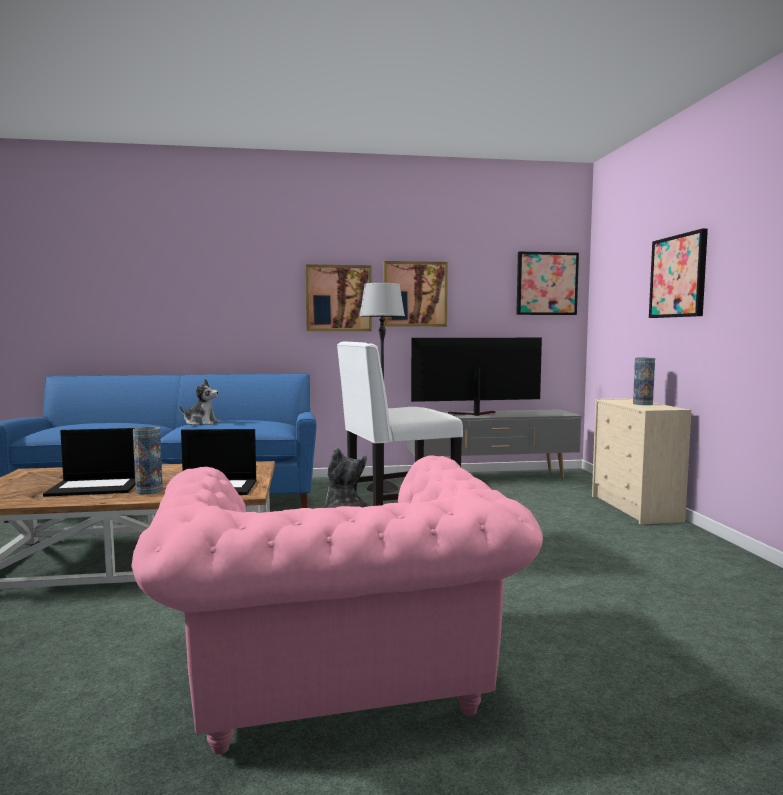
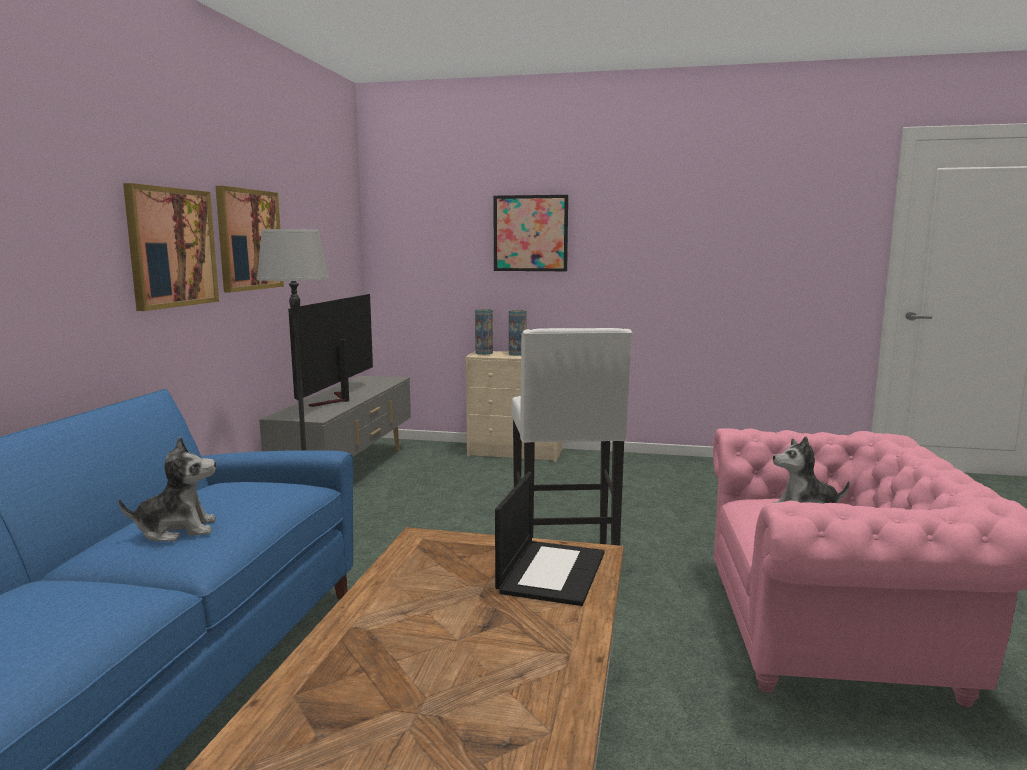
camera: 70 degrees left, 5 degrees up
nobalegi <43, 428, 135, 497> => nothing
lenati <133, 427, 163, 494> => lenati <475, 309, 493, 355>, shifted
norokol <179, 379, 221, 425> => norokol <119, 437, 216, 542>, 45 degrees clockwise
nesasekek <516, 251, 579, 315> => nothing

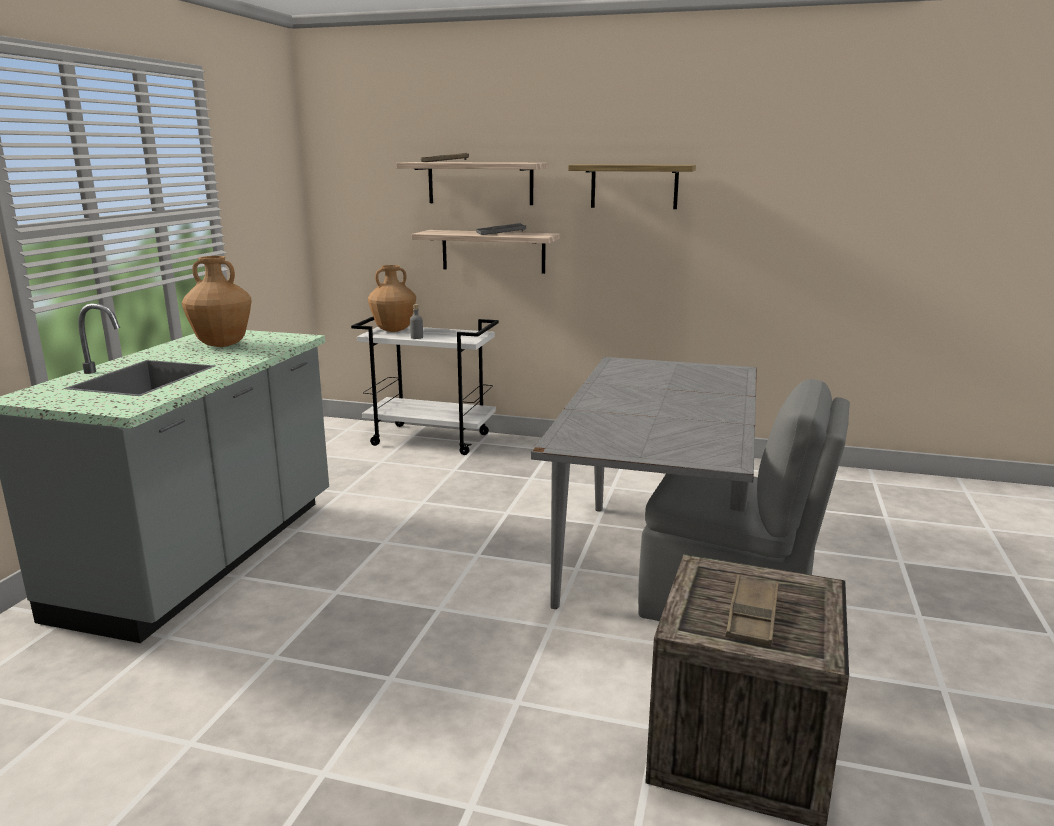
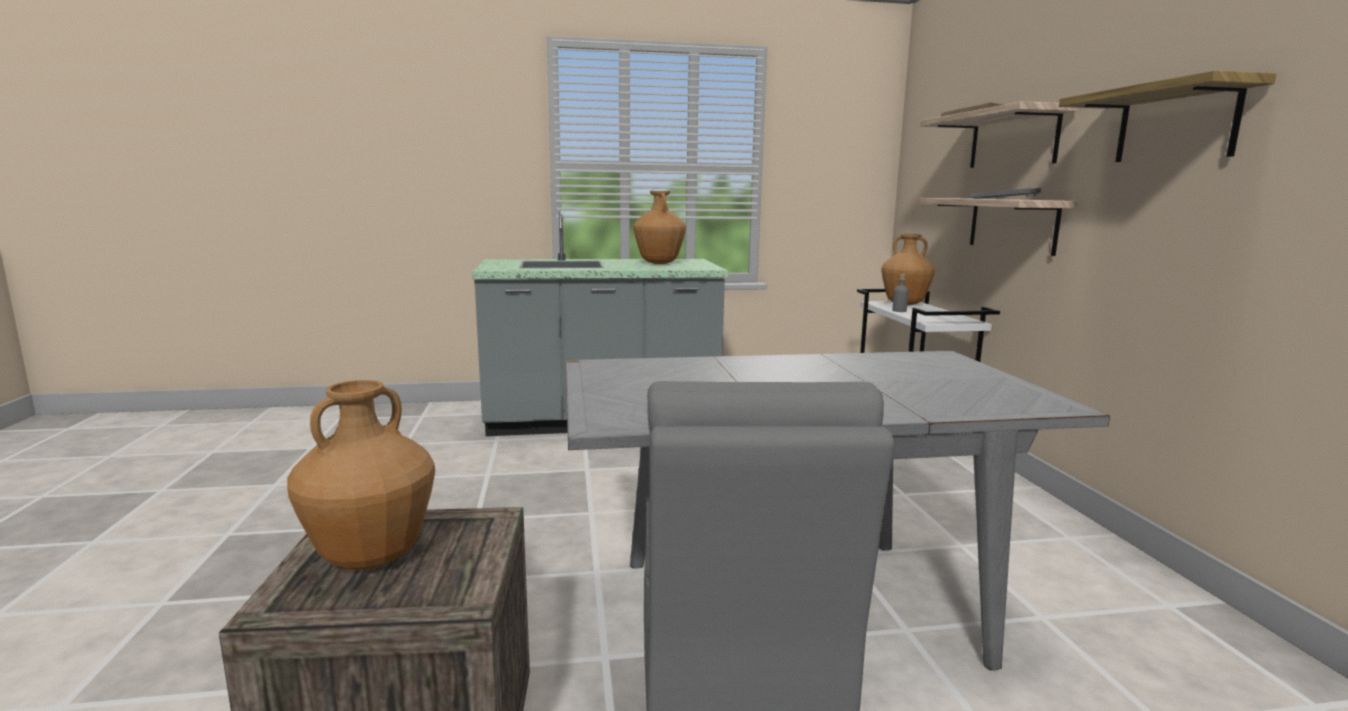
camera: 65 degrees right, 5 degrees down
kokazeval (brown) <725, 575, 779, 646> => lenati (brown) <287, 380, 435, 570>

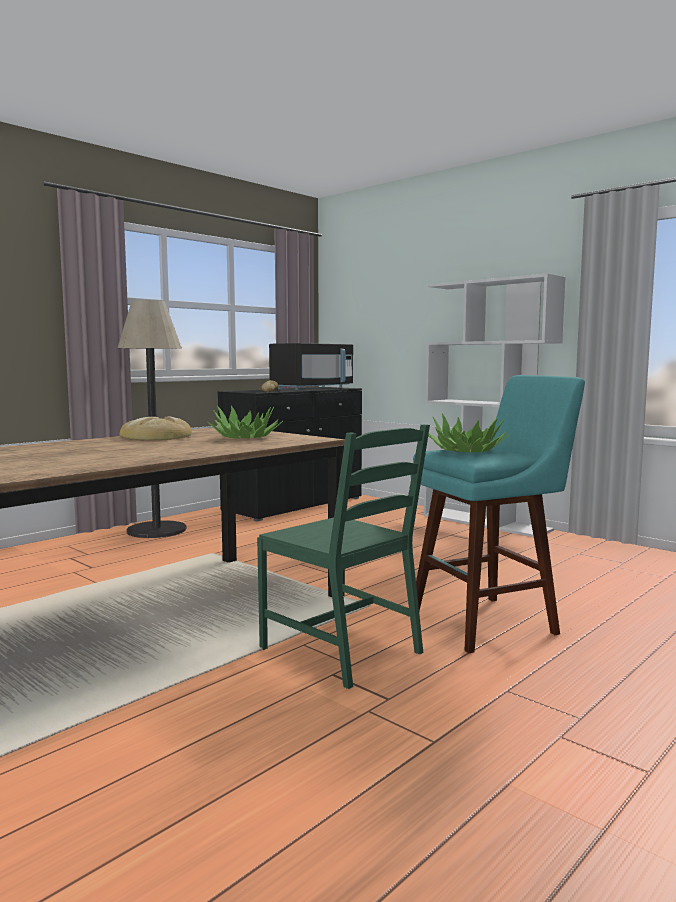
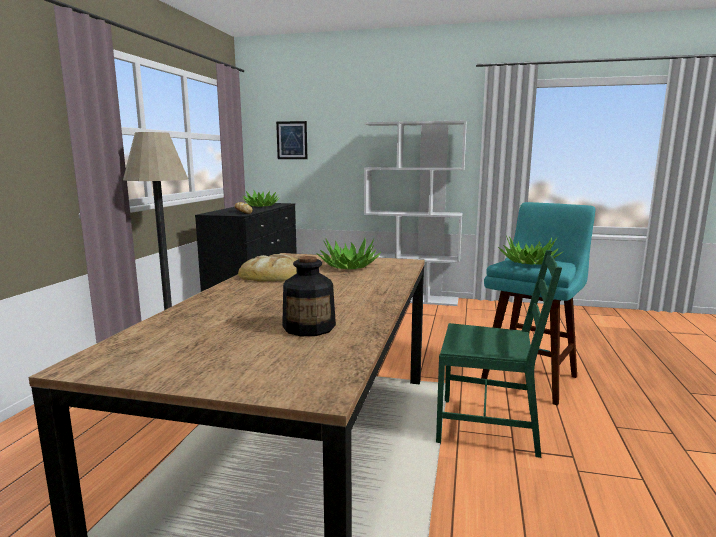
camera: 30 degrees left, 5 degrees up
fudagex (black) <269, 343, 353, 390> => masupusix <242, 190, 280, 207>
nothing => nesasekek <276, 121, 307, 159>
nothing => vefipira <282, 256, 336, 336>

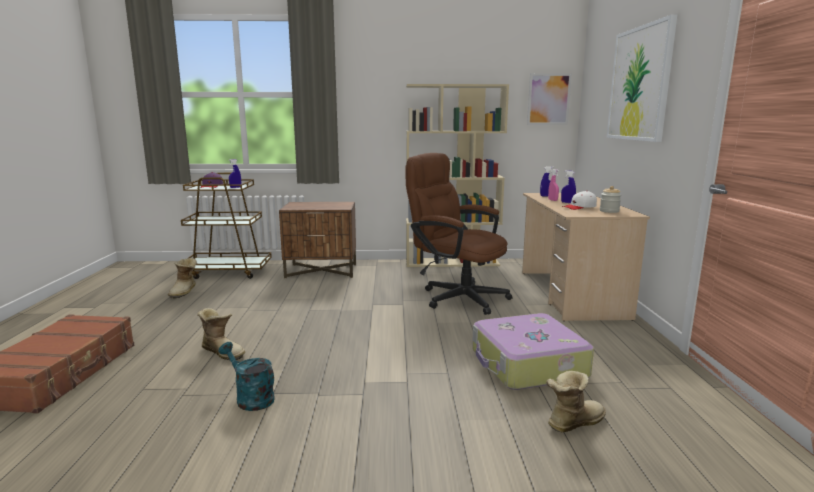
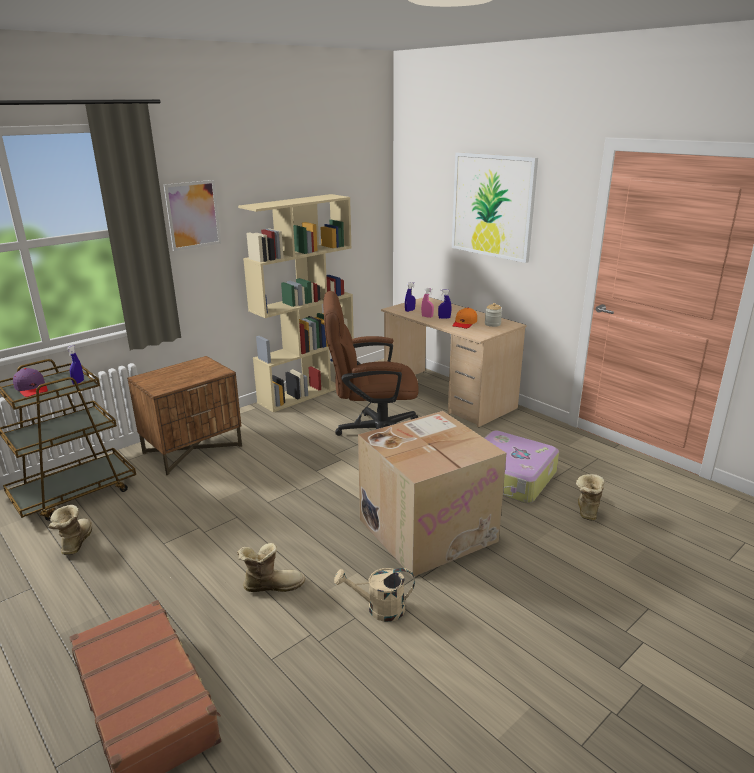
camera: 40 degrees left, 10 degrees up
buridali <168, 258, 197, 298> => buridali <49, 505, 92, 555>, 150 degrees counterclockwise
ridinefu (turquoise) <219, 342, 275, 411> => ridinefu (beige) <334, 568, 415, 622>
nesasekek <527, 73, 572, 125> => nesasekek <164, 180, 221, 251>, shifted
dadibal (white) <562, 191, 597, 210> => dadibal (orange) <453, 308, 477, 329>
nothing => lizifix <358, 411, 506, 577>

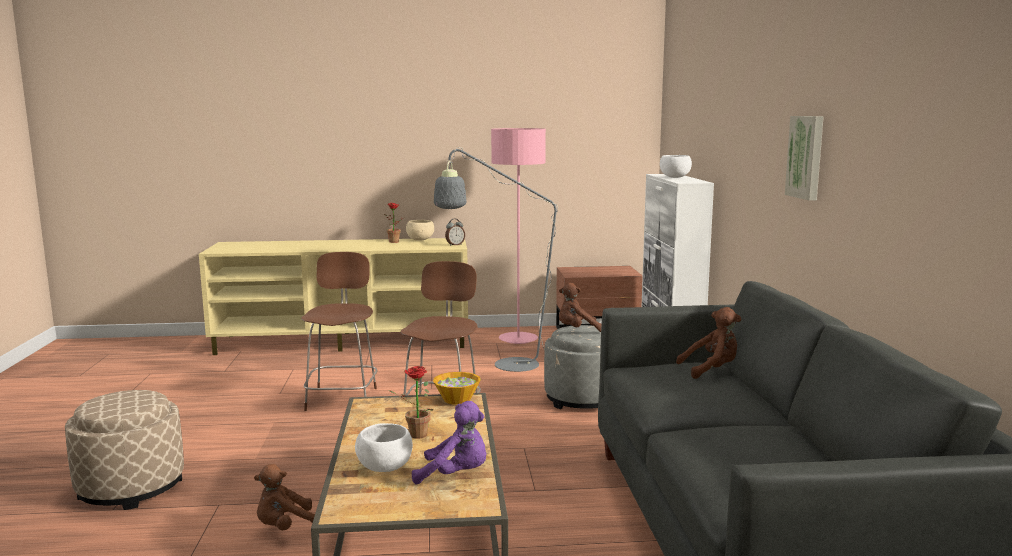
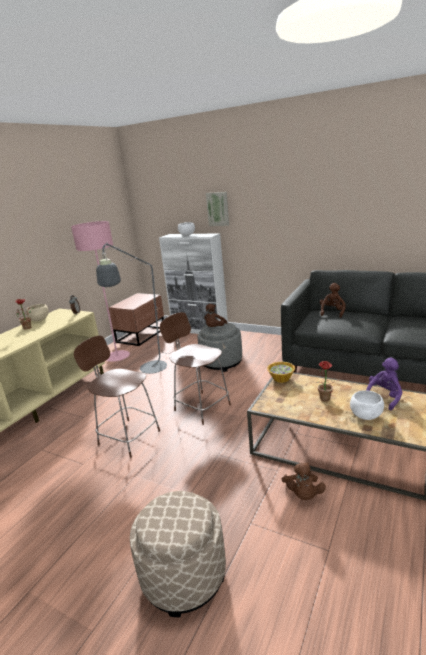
camera: 55 degrees left, 10 degrees up
nesasekek <785, 116, 824, 201> => nesasekek <206, 192, 229, 226>, shifted

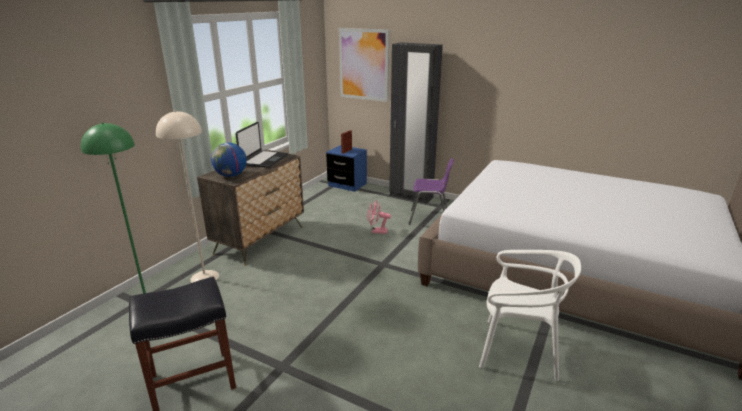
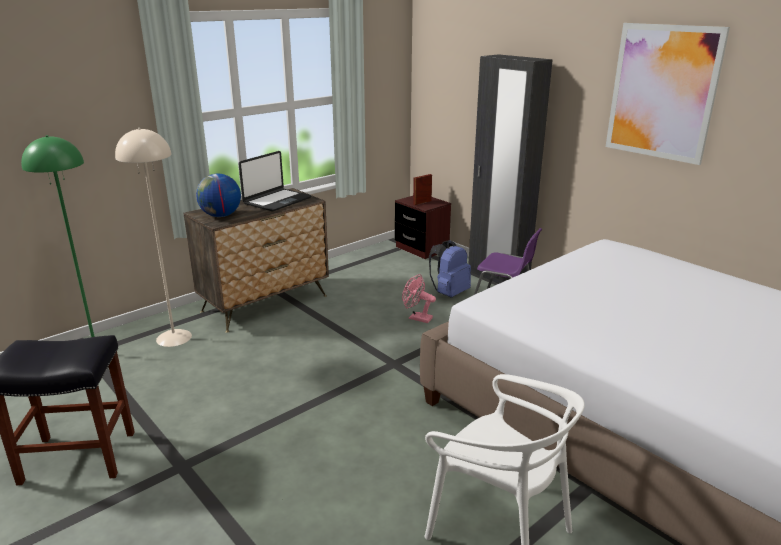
camera: 20 degrees right, 0 degrees up
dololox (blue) <326, 145, 367, 192> => dololox (brown) <395, 196, 451, 259>
nesasekek <339, 28, 389, 102> => nesasekek <606, 23, 730, 165>, shifted
nothing => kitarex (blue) <429, 240, 471, 298>

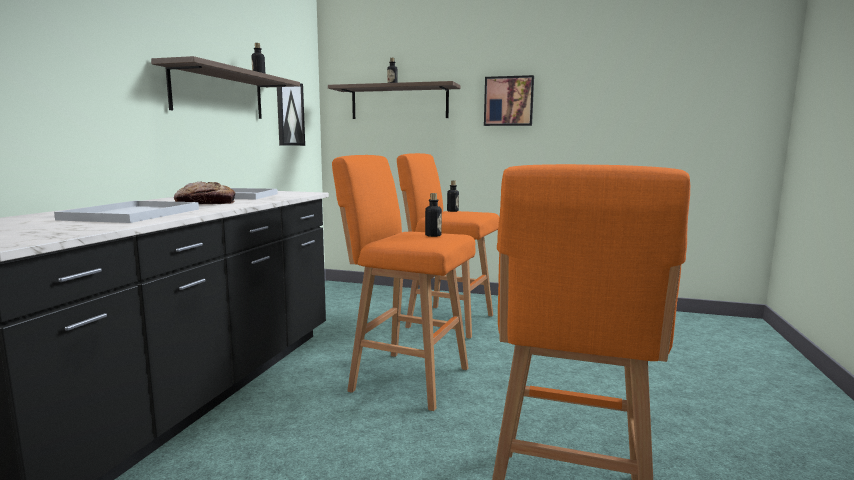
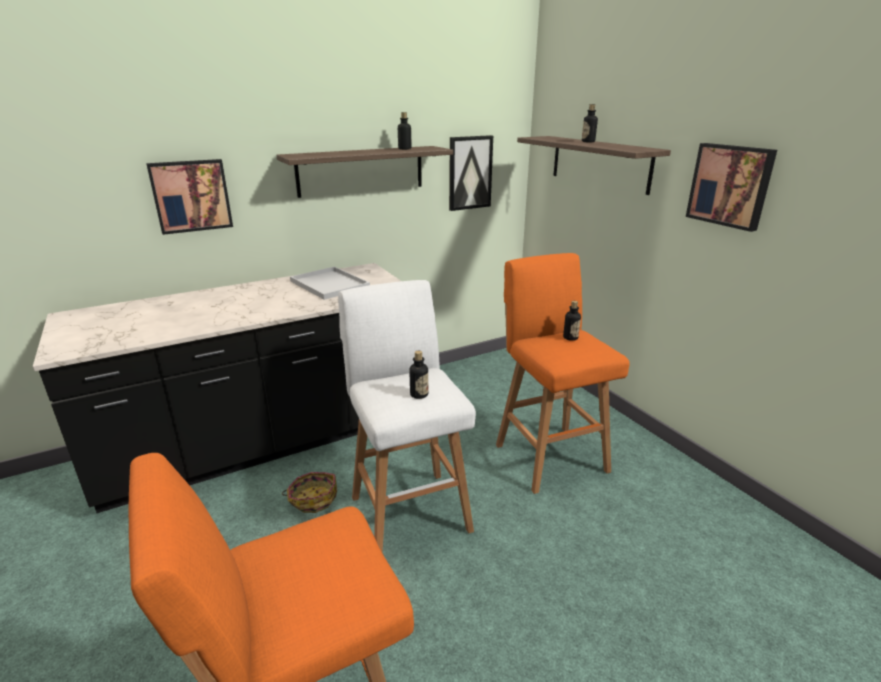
camera: 45 degrees right, 15 degrees up
kokazeval (white) <54, 201, 199, 223> => nothing
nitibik <174, 182, 235, 204> => nothing
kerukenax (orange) <332, 155, 475, 411> => kerukenax (white) <338, 280, 476, 553>
nothing => nesasekek <146, 159, 233, 235>
nothing => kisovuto <282, 472, 337, 513>

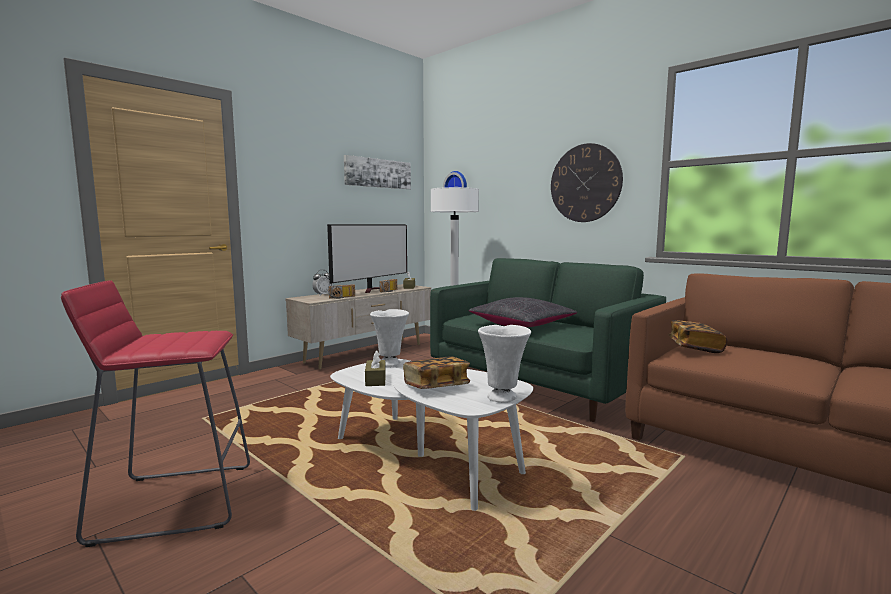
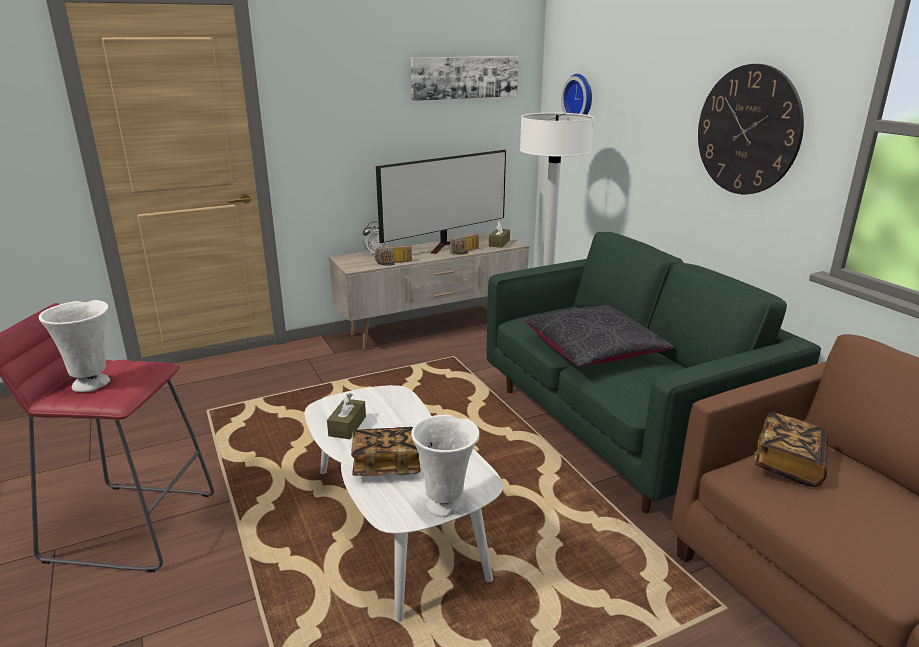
camera: 20 degrees right, 15 degrees up
lenati (white) <370, 309, 409, 367> => lenati (white) <39, 300, 110, 392>, shifted

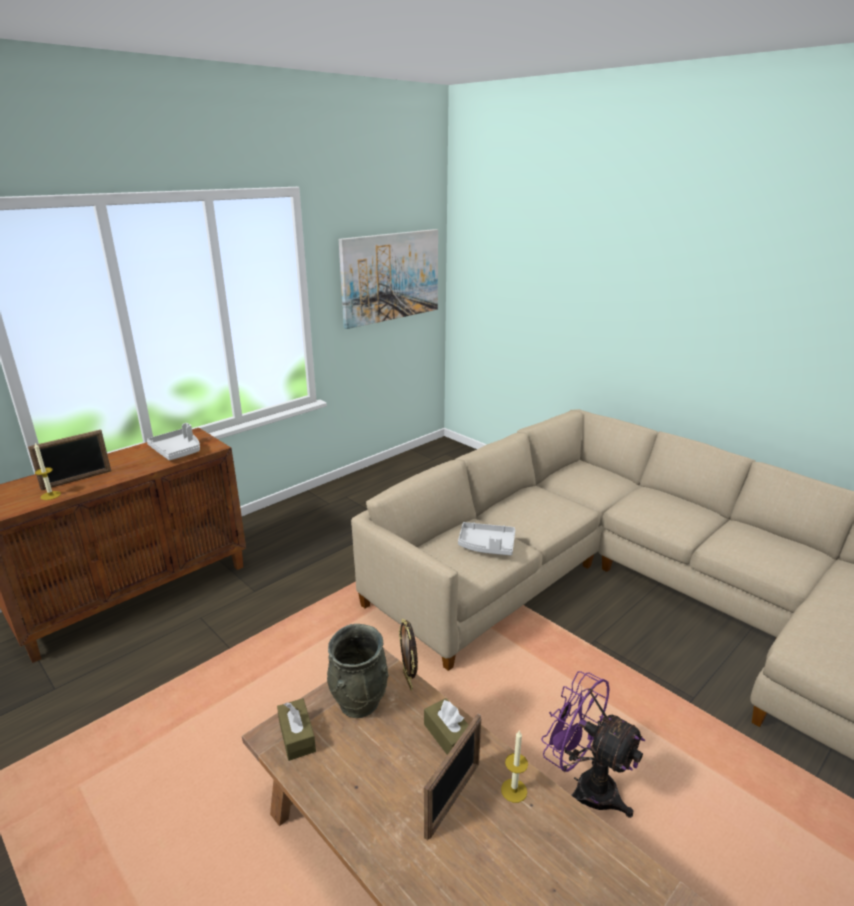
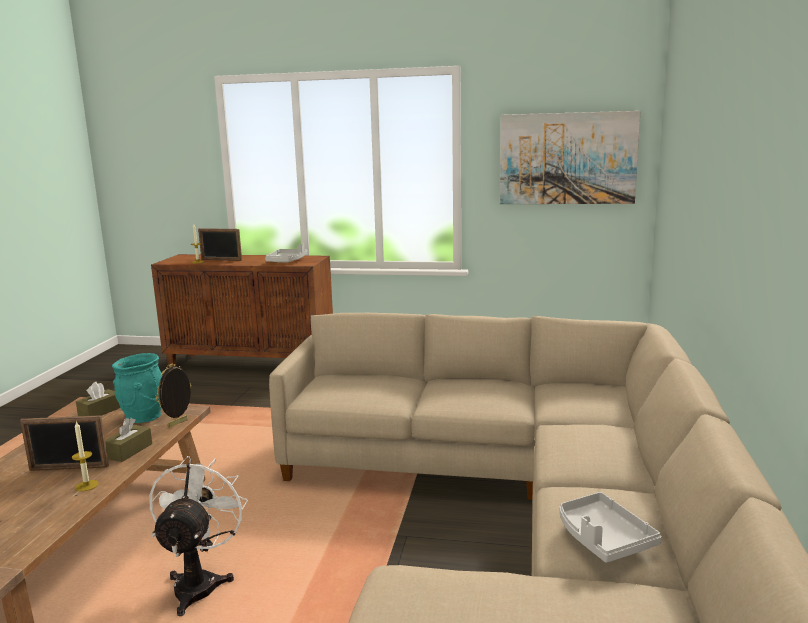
camera: 55 degrees right, 10 degrees down
lenati (grey) <327, 624, 389, 718> => lenati (turquoise) <112, 353, 162, 423>
kokazeval (grey) <458, 522, 515, 555> => kokazeval (grey) <559, 492, 662, 563>, shifted
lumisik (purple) <541, 671, 645, 818> => lumisik (white) <149, 456, 248, 616>

